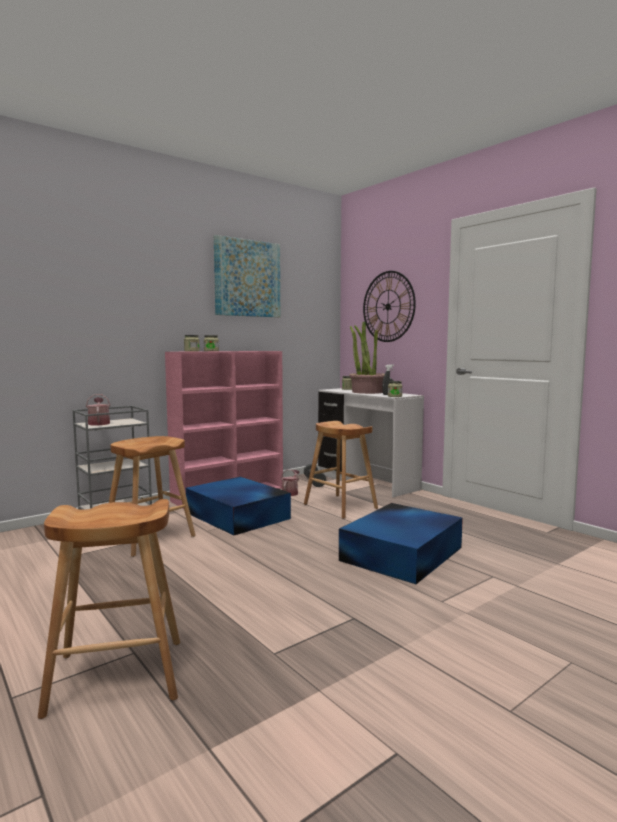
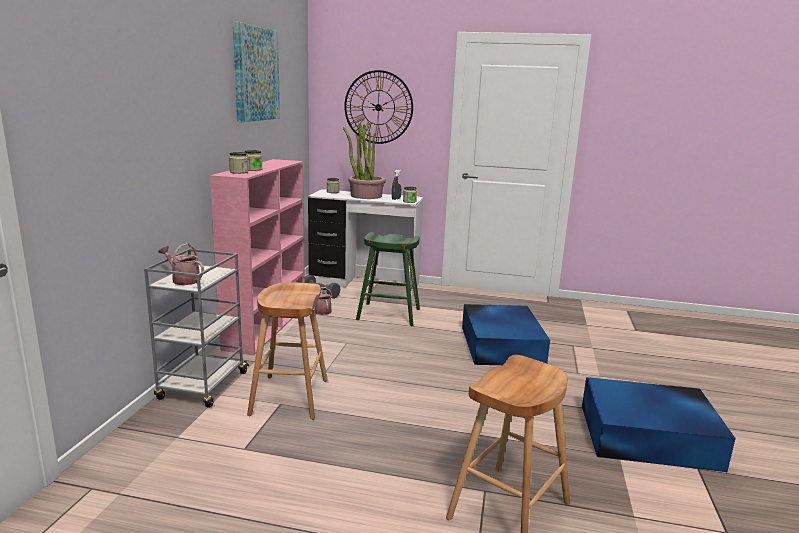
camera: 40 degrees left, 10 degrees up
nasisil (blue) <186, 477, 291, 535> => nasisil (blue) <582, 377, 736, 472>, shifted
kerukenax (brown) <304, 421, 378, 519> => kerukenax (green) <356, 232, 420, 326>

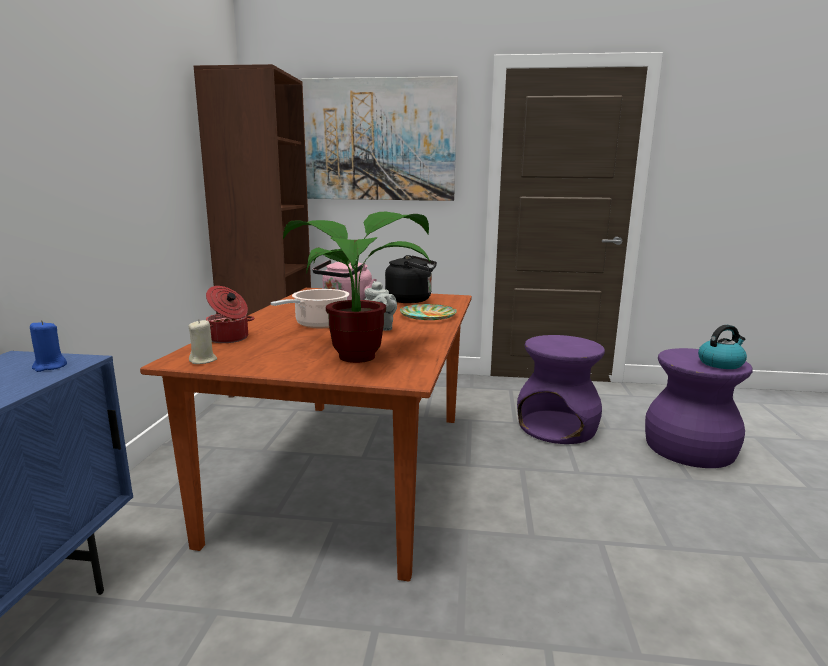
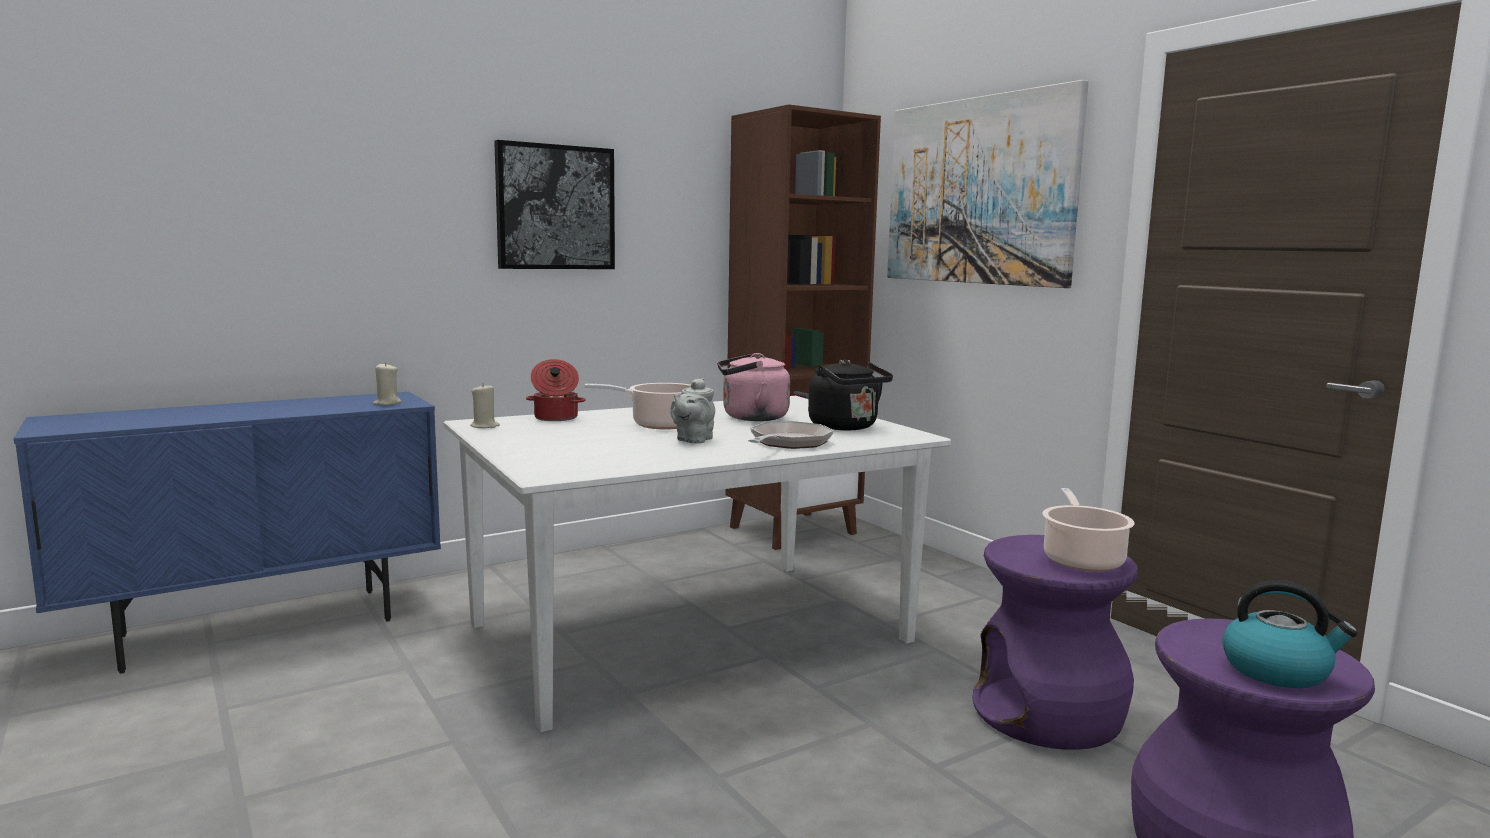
camera: 50 degrees right, 5 degrees down
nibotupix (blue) <30, 320, 67, 372> => nibotupix (beige) <373, 362, 401, 405>
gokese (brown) <140, 288, 472, 582> => gokese (white) <444, 396, 951, 732>
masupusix <283, 212, 431, 363> => nothing
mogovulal <400, 304, 457, 320> => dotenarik <748, 421, 834, 449>
nothing => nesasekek <494, 140, 615, 269>
nothing => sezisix <1042, 488, 1134, 572>

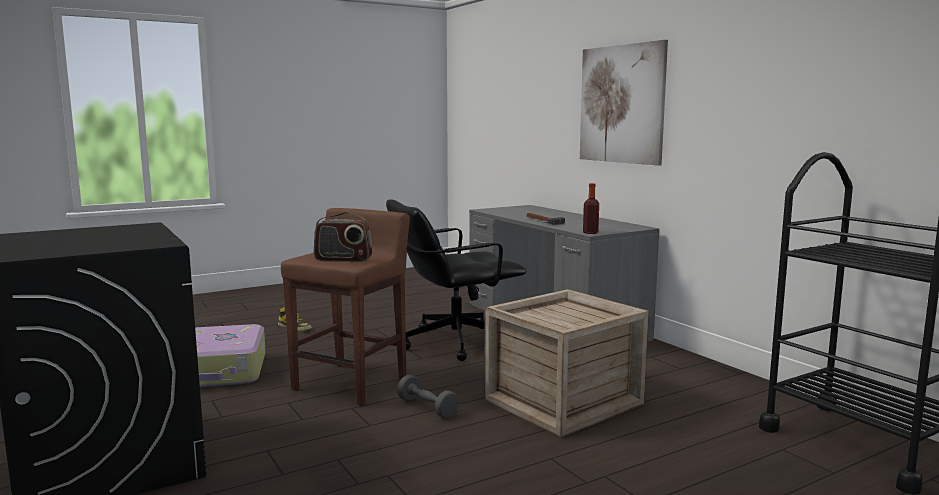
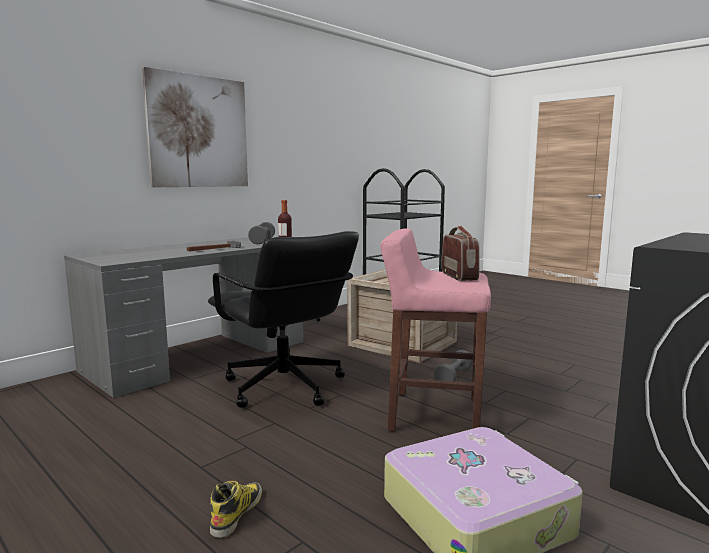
camera: 105 degrees left, 0 degrees up
kerukenax (brown) <281, 208, 410, 405> => kerukenax (pink) <380, 228, 491, 431>
nothing => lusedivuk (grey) <248, 222, 275, 244>

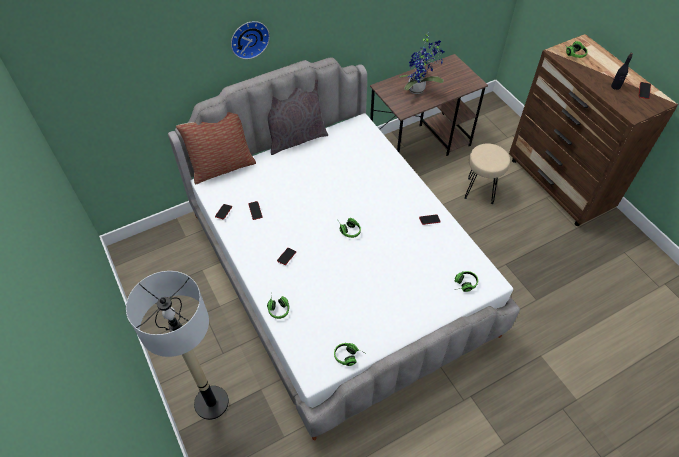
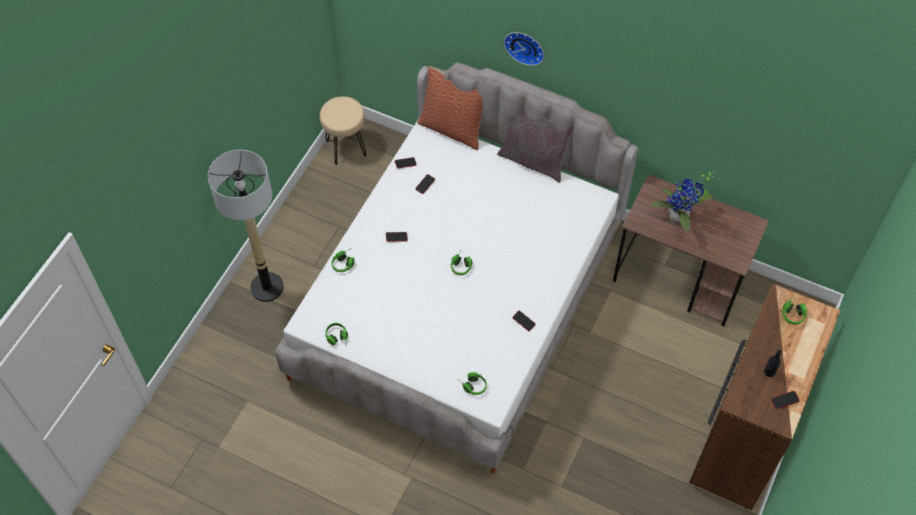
camera: 55 degrees right, 5 degrees up
kerukenax (beige) <464, 143, 510, 204> => kerukenax (beige) <320, 96, 367, 165>, shifted

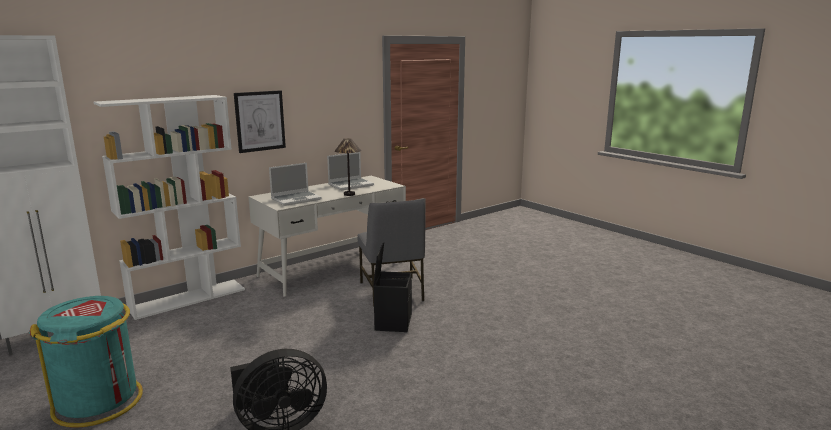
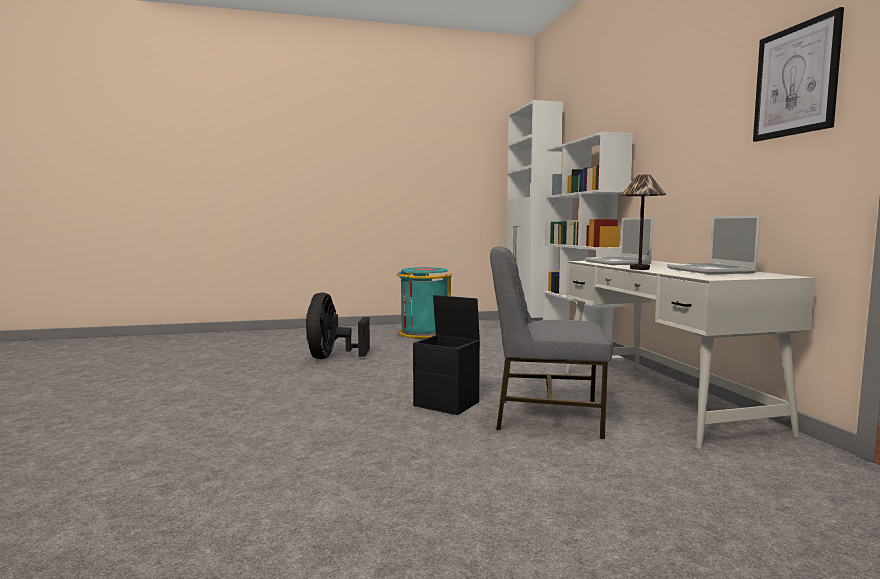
camera: 115 degrees right, 10 degrees down
nesasekek <234, 90, 286, 153> => nesasekek <753, 7, 844, 142>, shifted

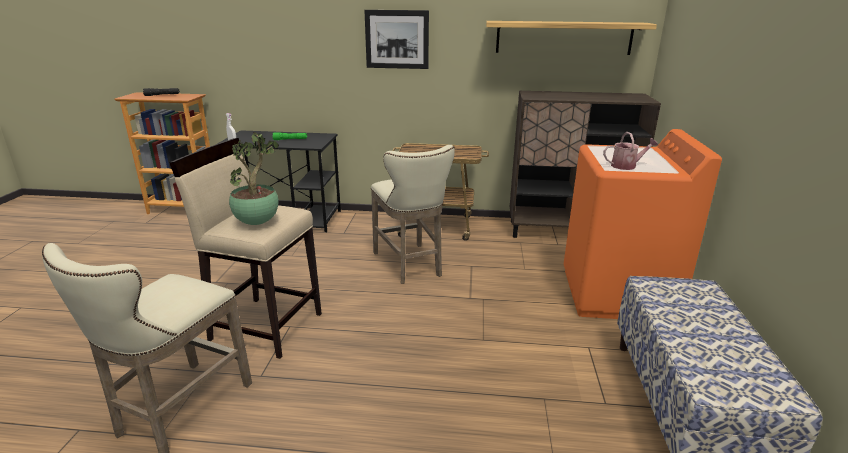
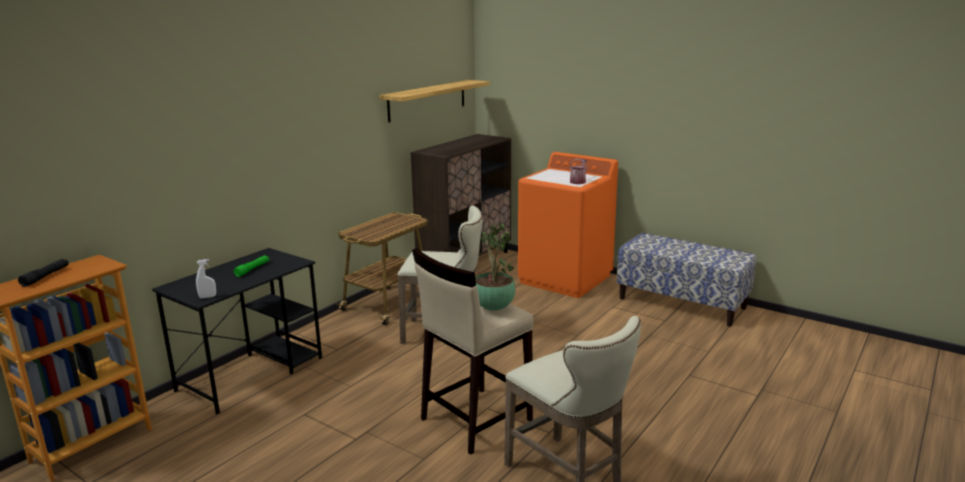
camera: 60 degrees left, 5 degrees down
nesasekek <364, 10, 429, 69> => nothing

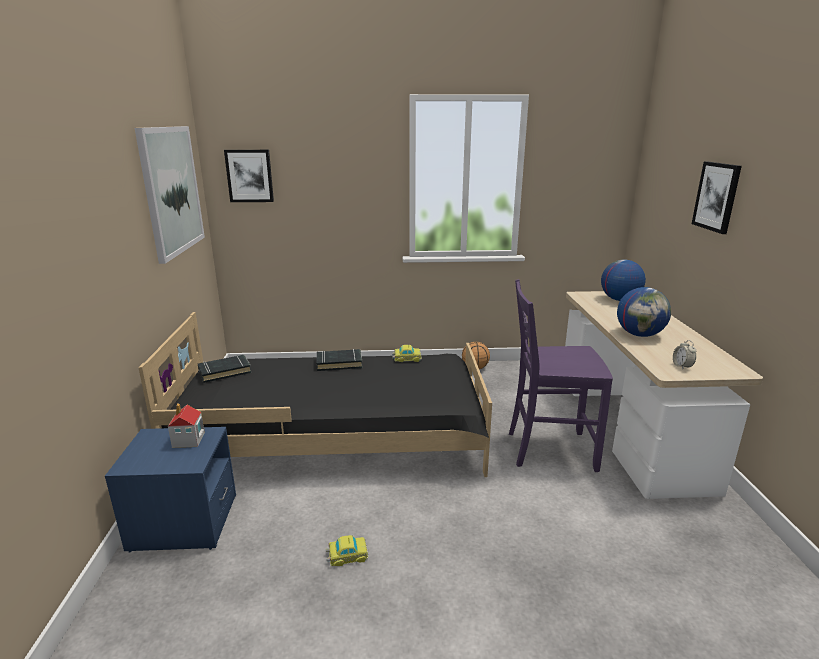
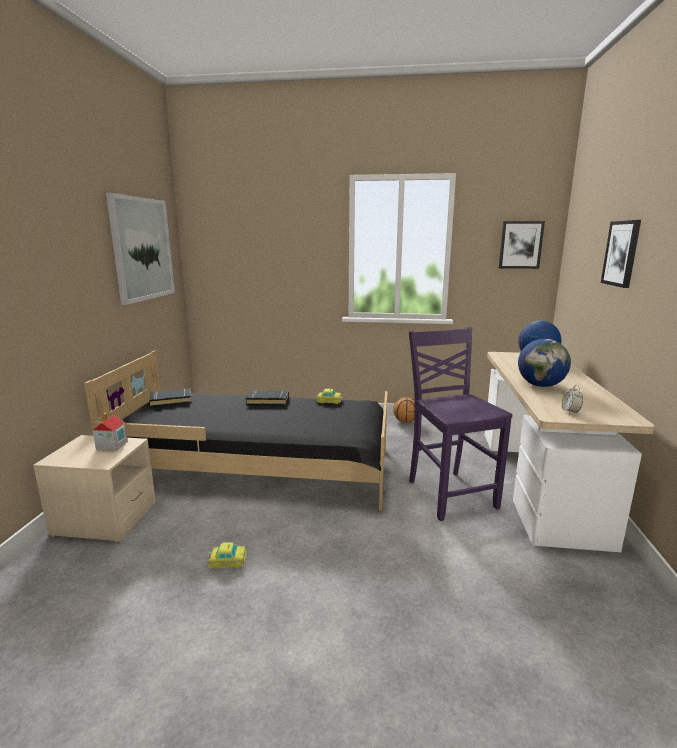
camera: 10 degrees right, 5 degrees down
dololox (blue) <105, 427, 236, 553> => dololox (beige) <33, 435, 156, 542>
nesasekek <224, 150, 274, 202> => nesasekek <499, 221, 545, 269>, shifted
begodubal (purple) <509, 279, 613, 472> => begodubal (purple) <409, 327, 512, 521>, 60 degrees clockwise

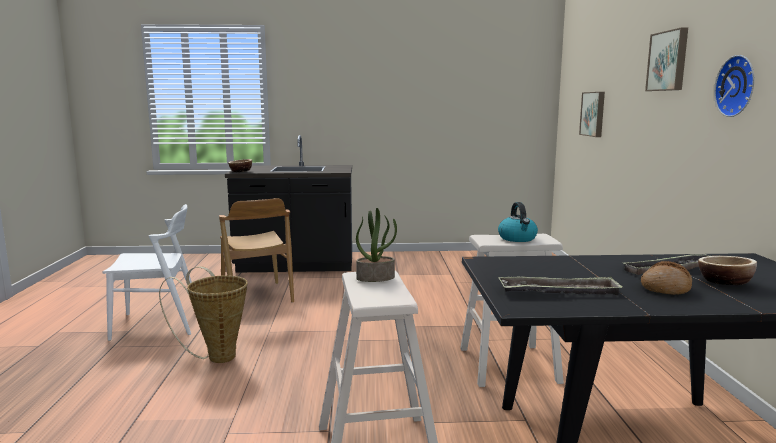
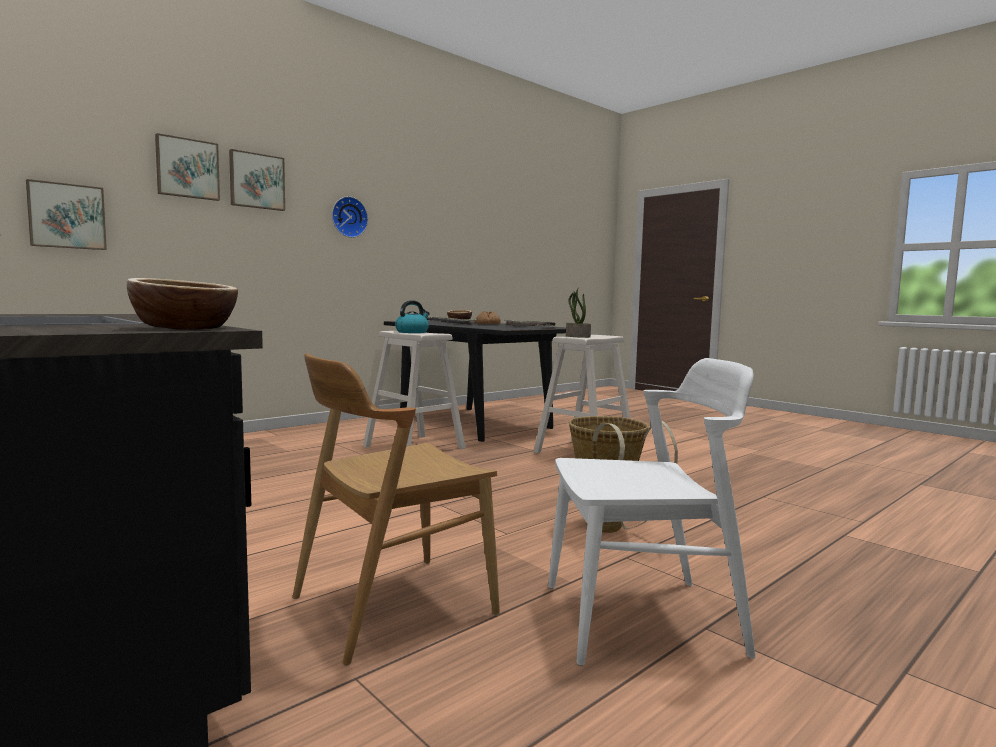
camera: 130 degrees left, 5 degrees down
begodubal (white) <102, 204, 192, 341> => begodubal (white) <548, 358, 756, 666>, 135 degrees clockwise
begodubal (brown) <219, 198, 294, 303> => begodubal (brown) <292, 353, 500, 666>, 150 degrees counterclockwise
nothing => nesasekek <155, 133, 220, 201>

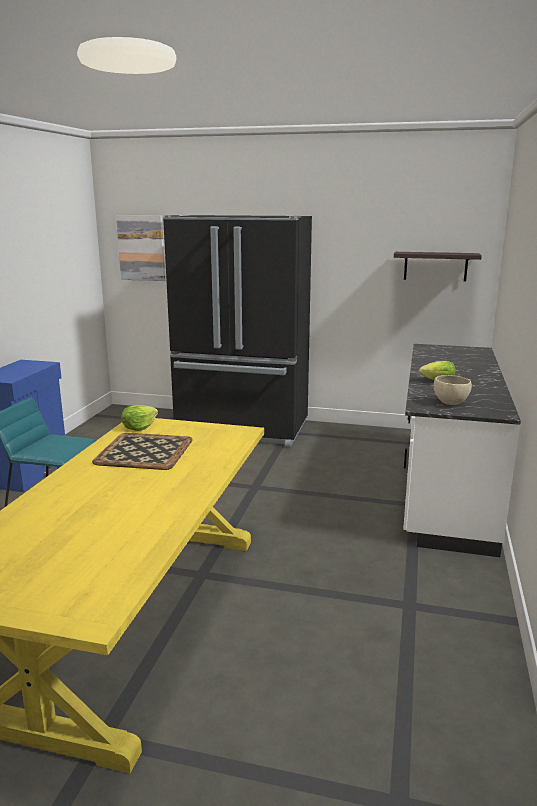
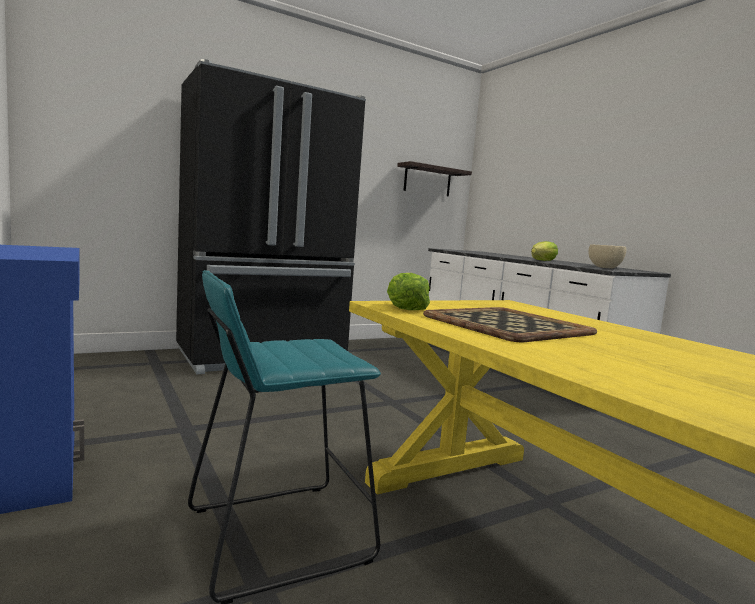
camera: 45 degrees left, 10 degrees down
nesasekek <116, 215, 165, 281> => nothing

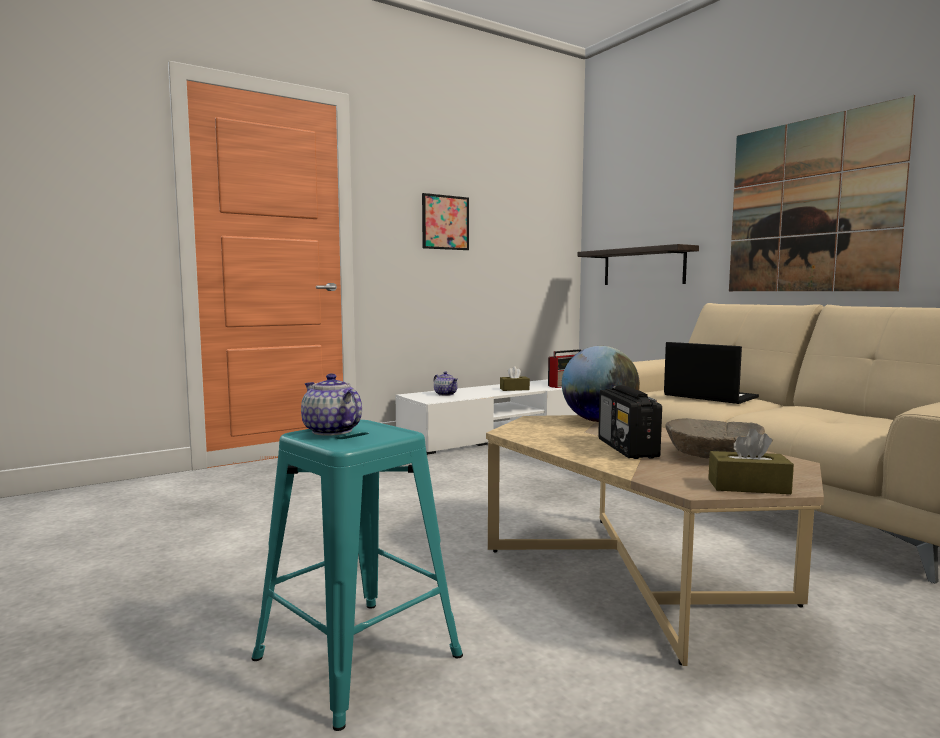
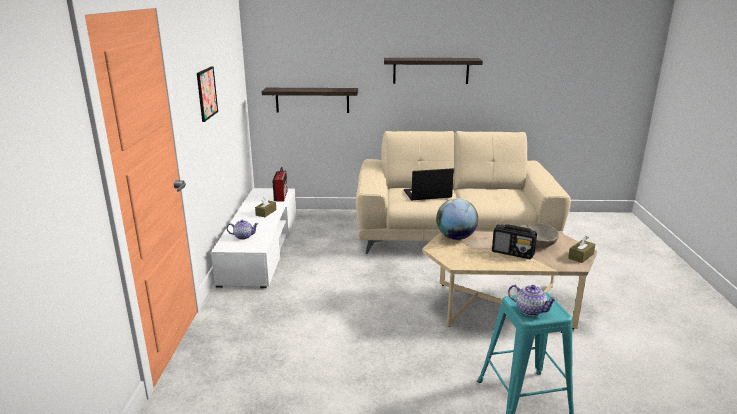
camera: 55 degrees left, 15 degrees up
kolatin <301, 374, 362, 436> => kolatin <508, 285, 558, 316>, 135 degrees counterclockwise
nesasekek <729, 95, 915, 291> => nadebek <384, 58, 483, 84>

